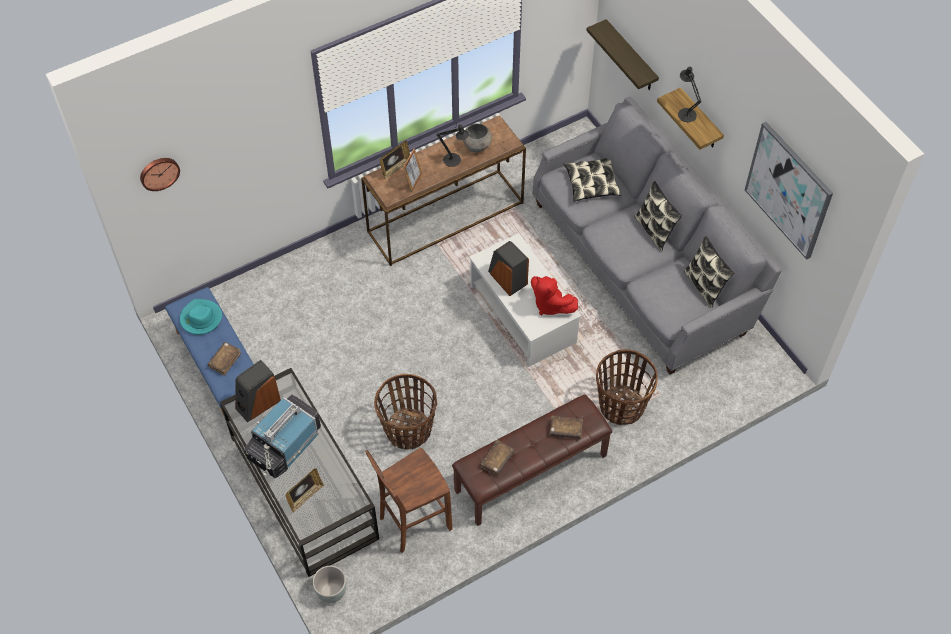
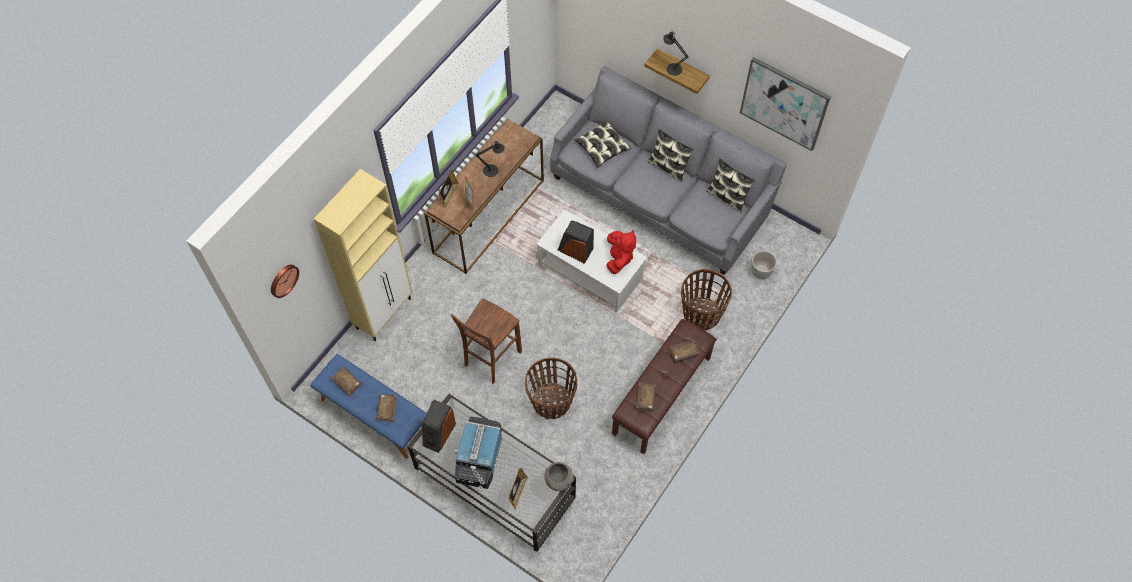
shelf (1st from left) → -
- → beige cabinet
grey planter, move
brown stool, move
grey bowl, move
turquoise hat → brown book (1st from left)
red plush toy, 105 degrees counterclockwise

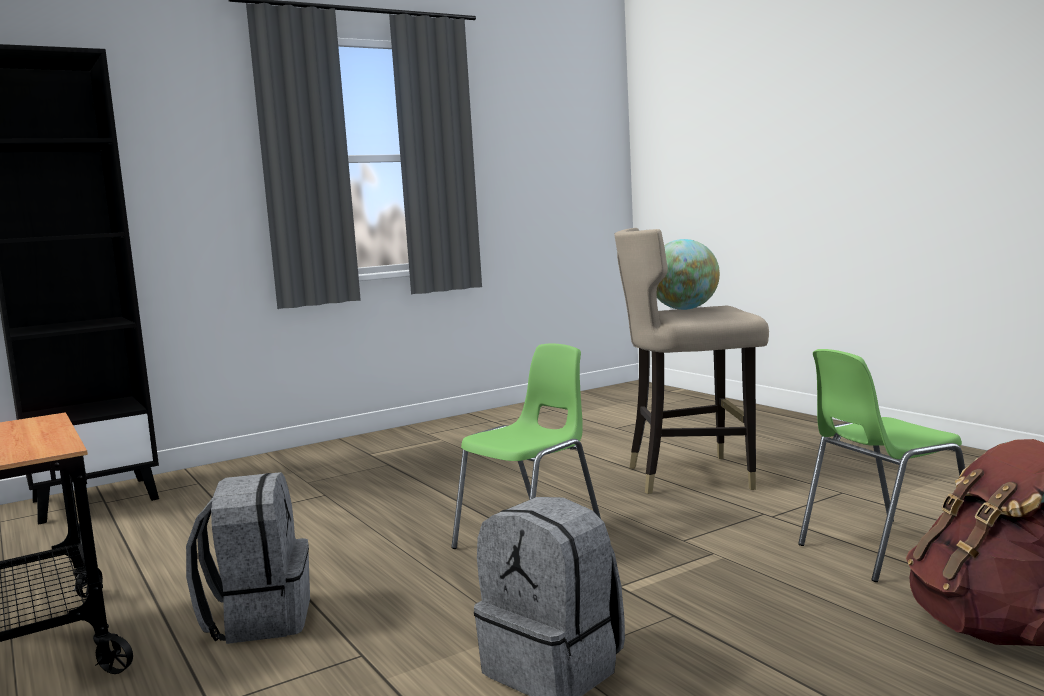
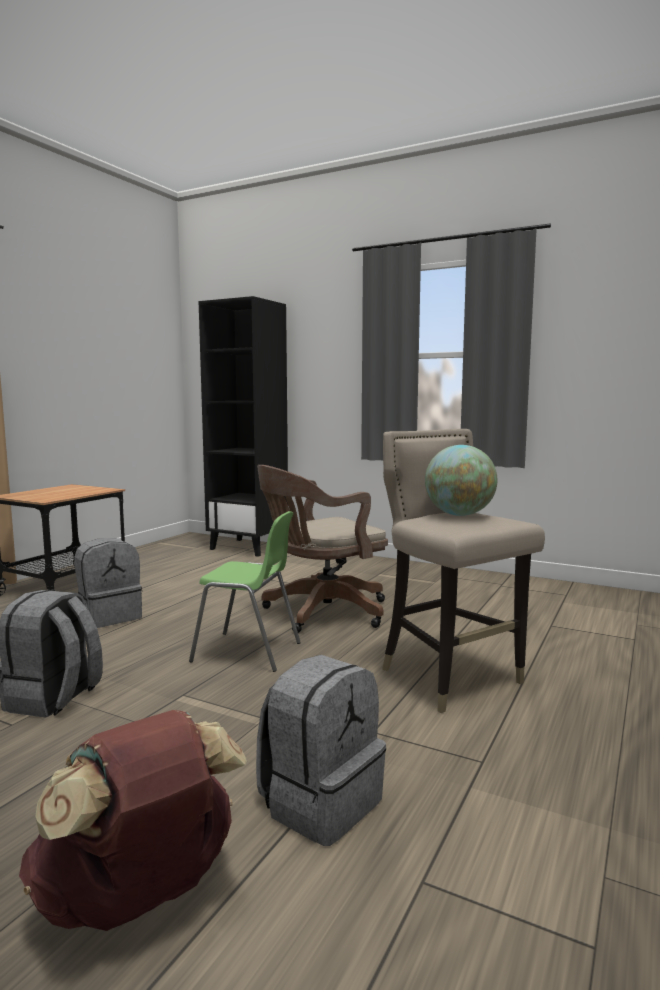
- → brown office chair
green chair (2nd from left) → grey backpack (3rd from left)

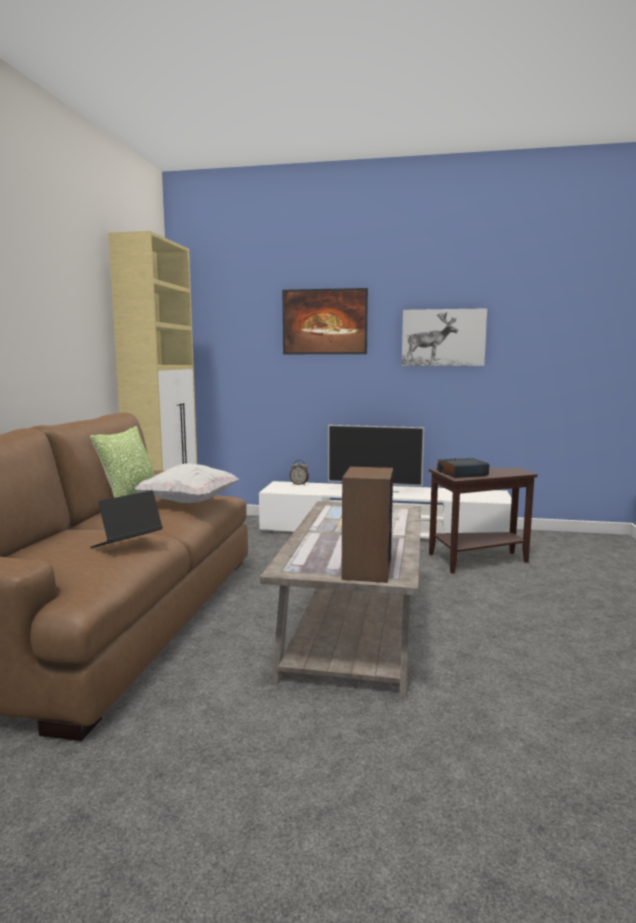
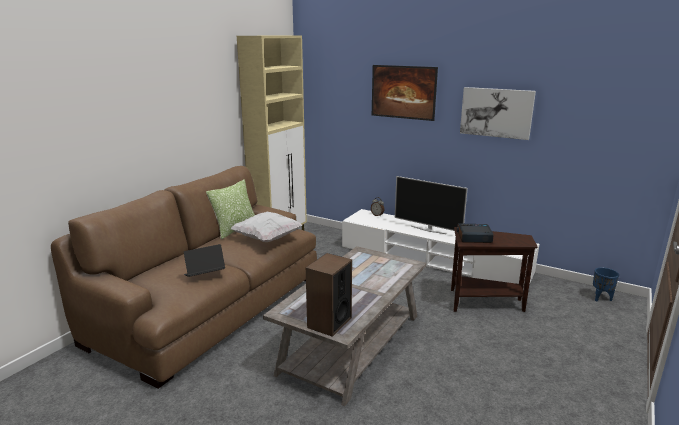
- → blue planter

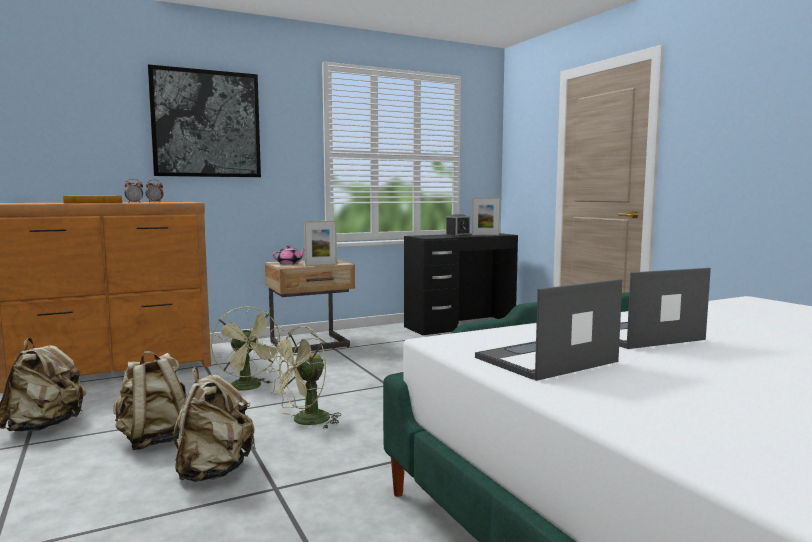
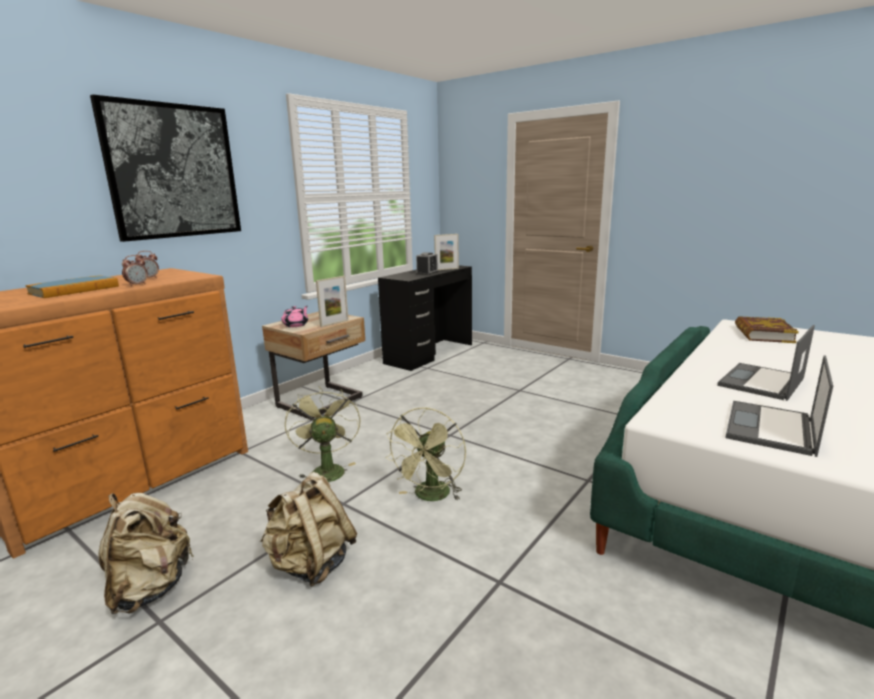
beige backpack (3rd from left) → -
- → book (2nd from left)
green fan (1st from left), 135 degrees counterclockwise

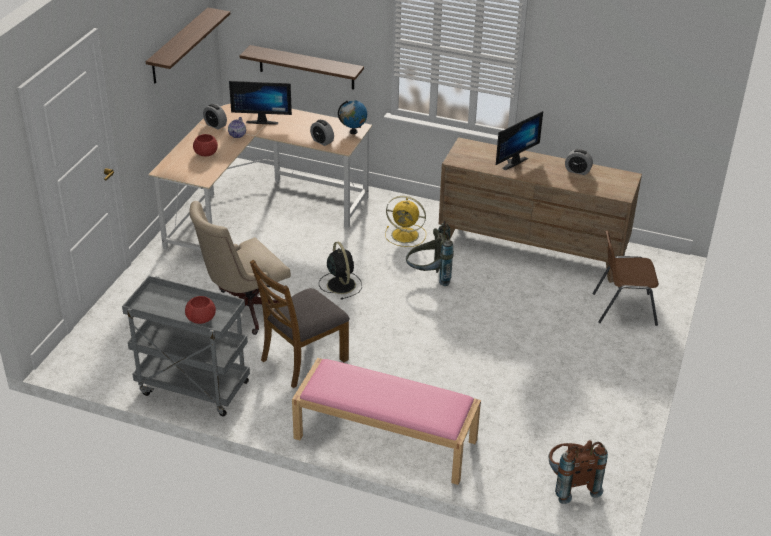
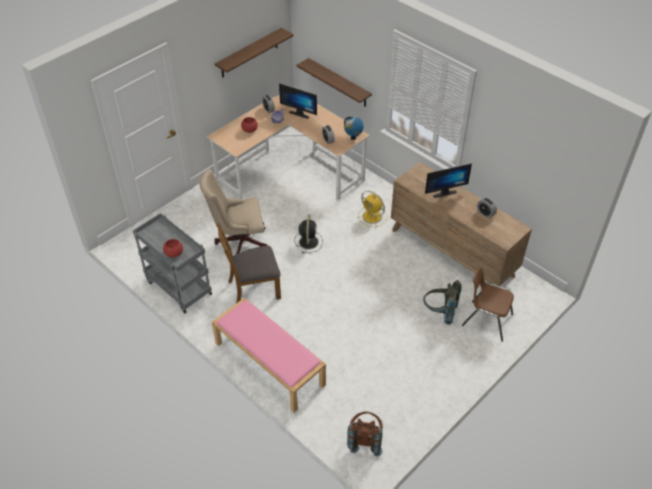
grey backpack, move

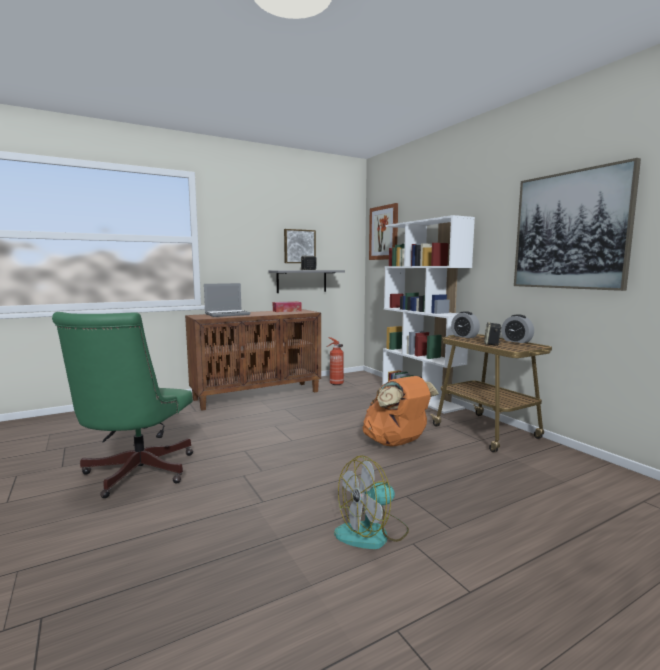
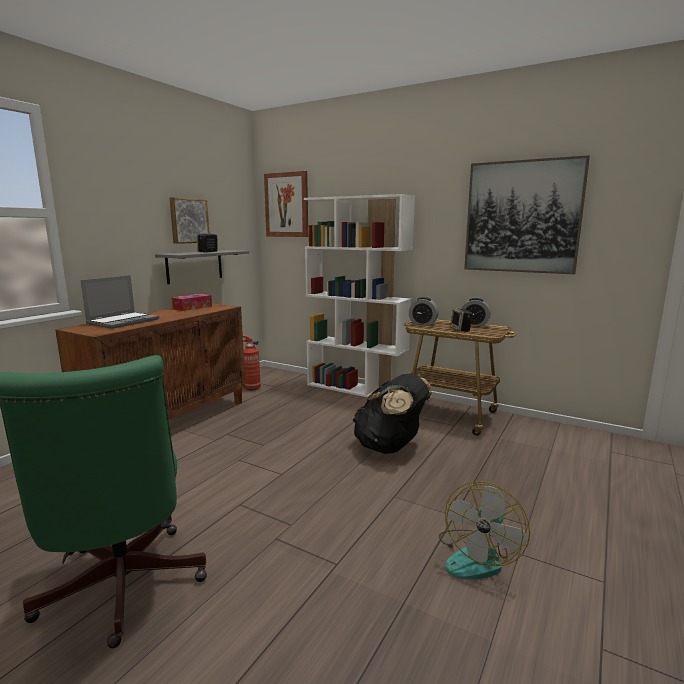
orange backpack → black backpack

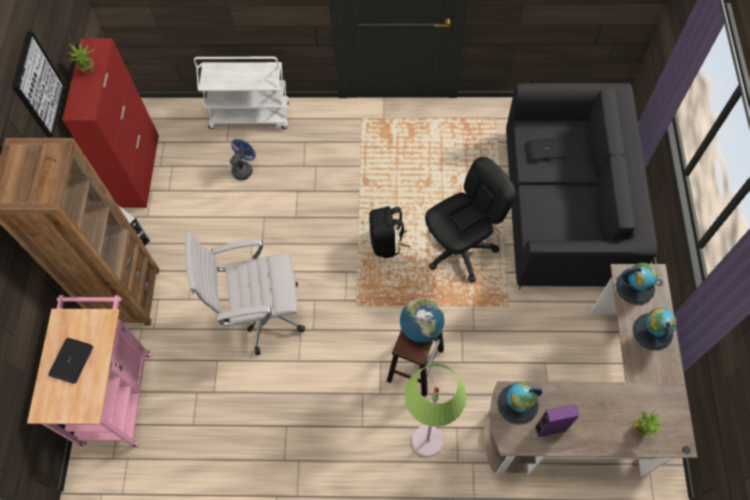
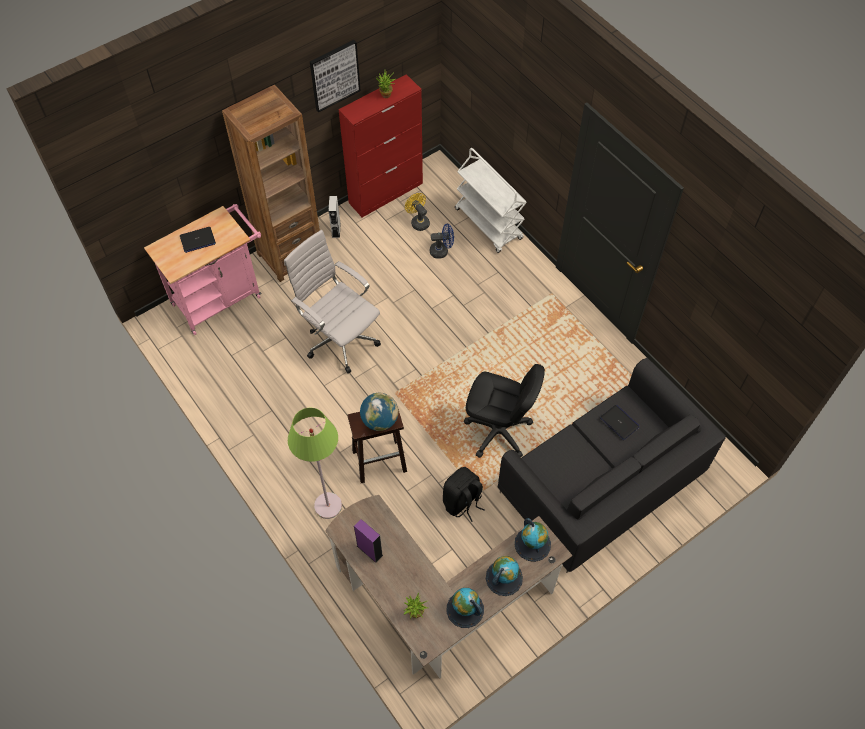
- → yellow fan
black backpack, move
globe (2nd from left), move

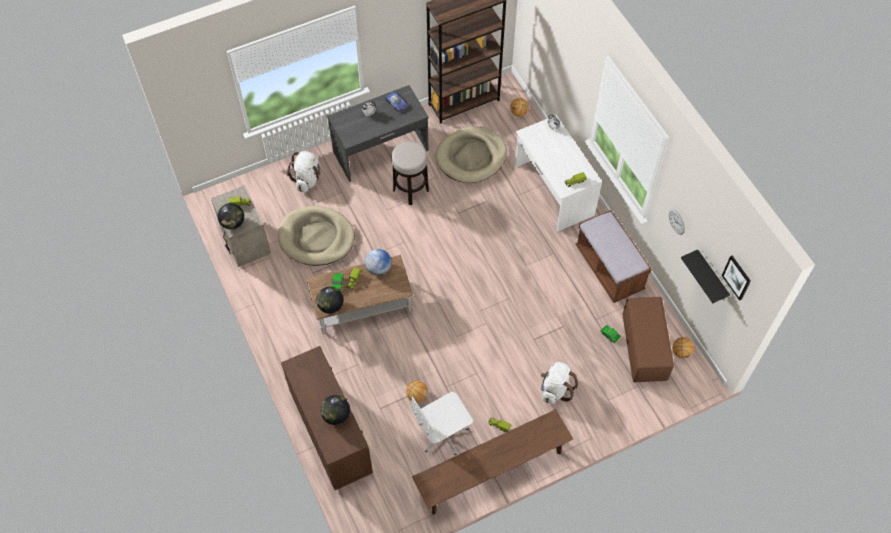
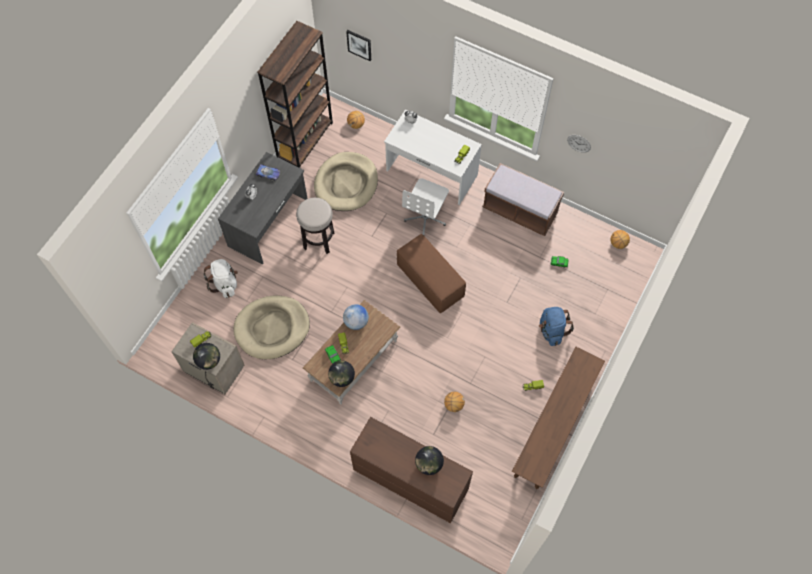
black shelf → -
white office chair, move
brown ottoman, move
picture, move
white backpack (2nd from left) → blue backpack

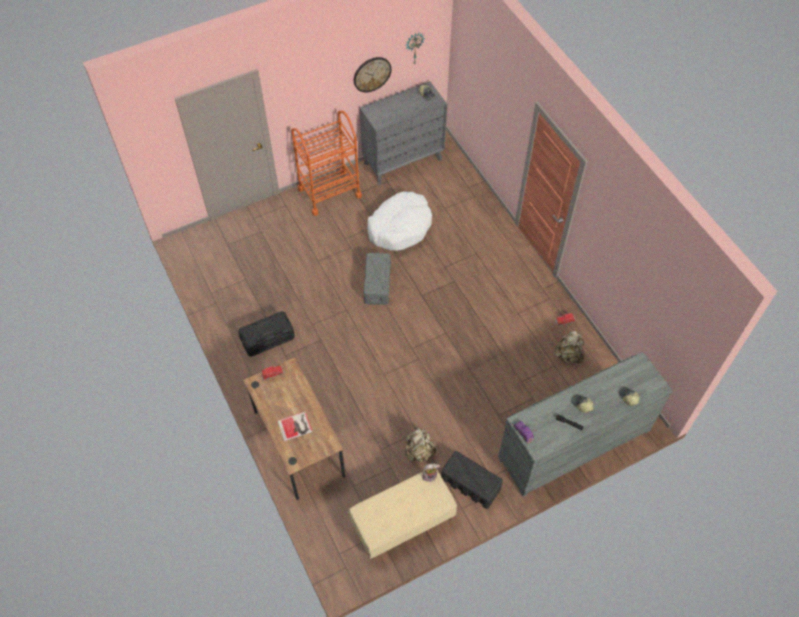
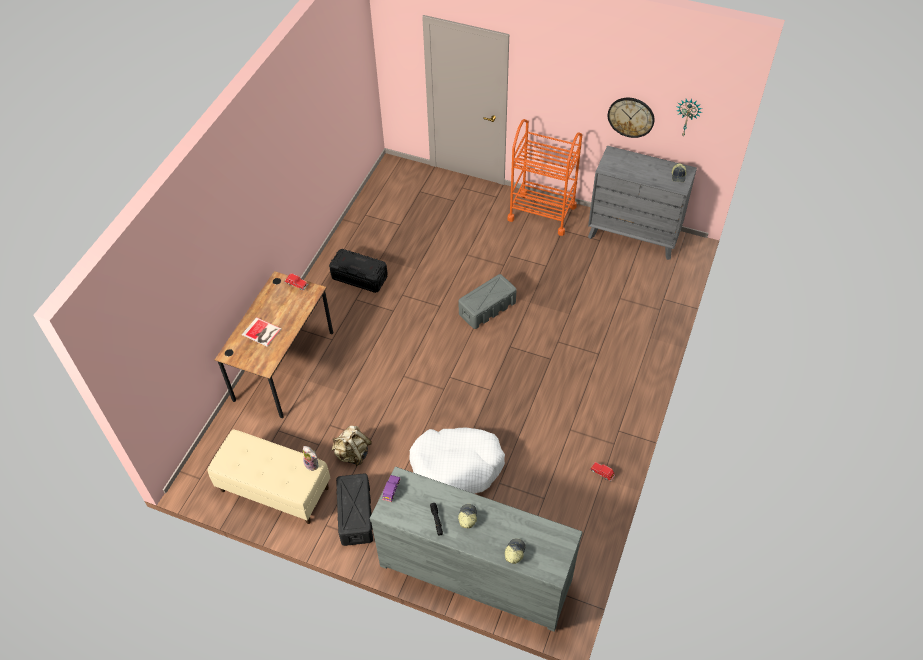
beige backpack (2nd from left) → -
white dog bed, move

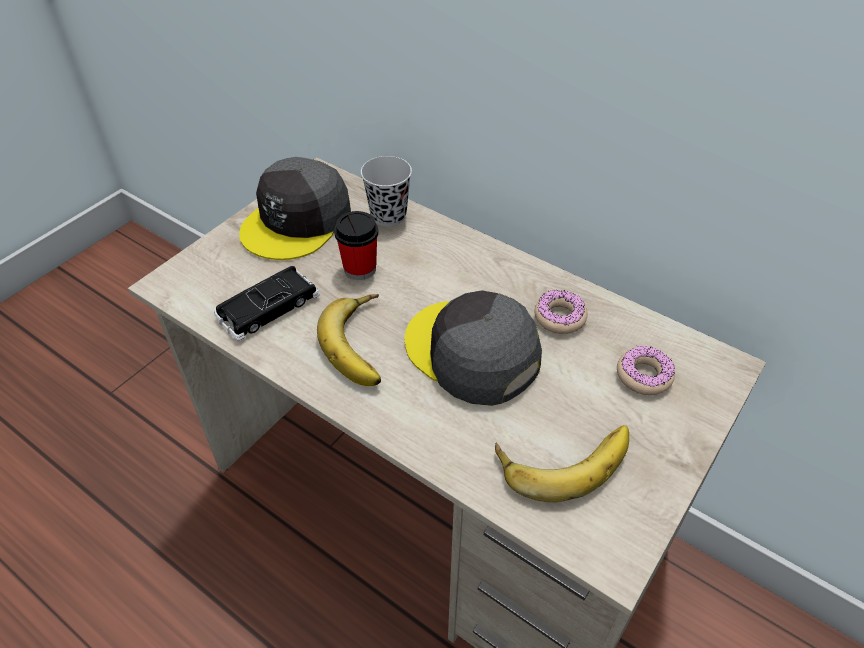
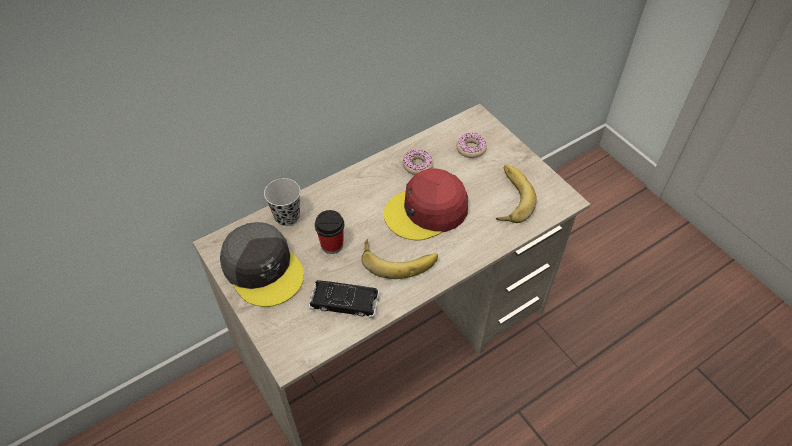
grey cap (2nd from left) → red cap
black toy car, 60 degrees counterclockwise

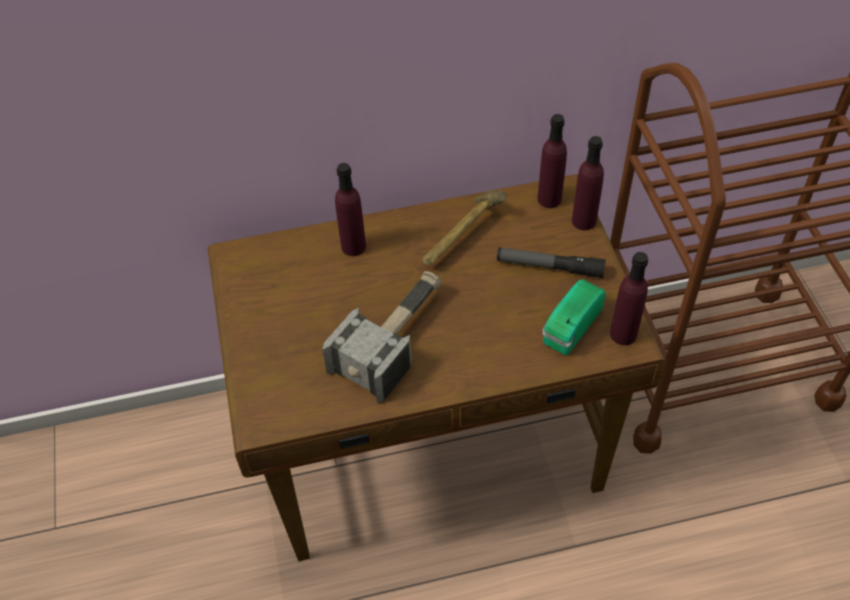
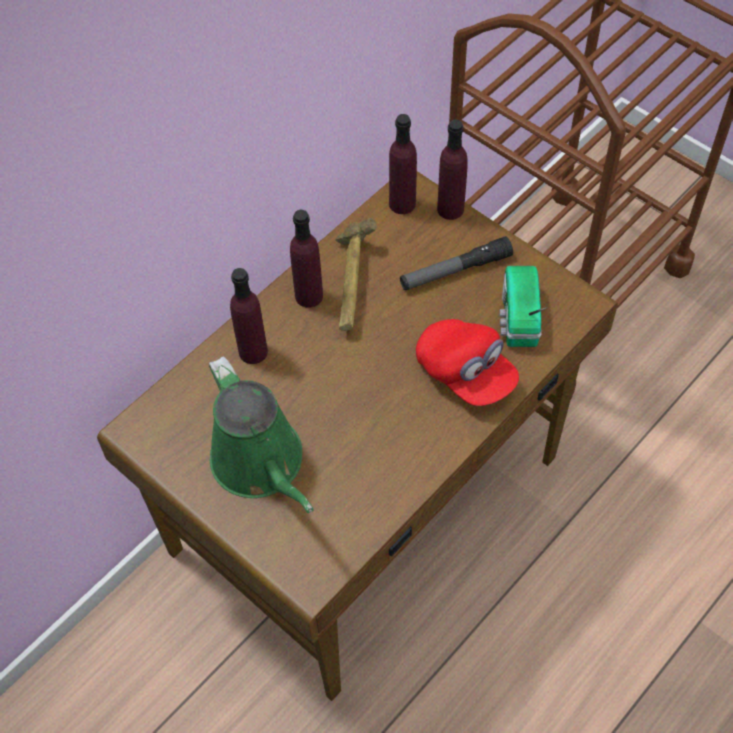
hammer (1st from left) → -
- → green watering can
- → red cap
purple bottle (4th from left in the first image) → purple bottle (2nd from left), move

